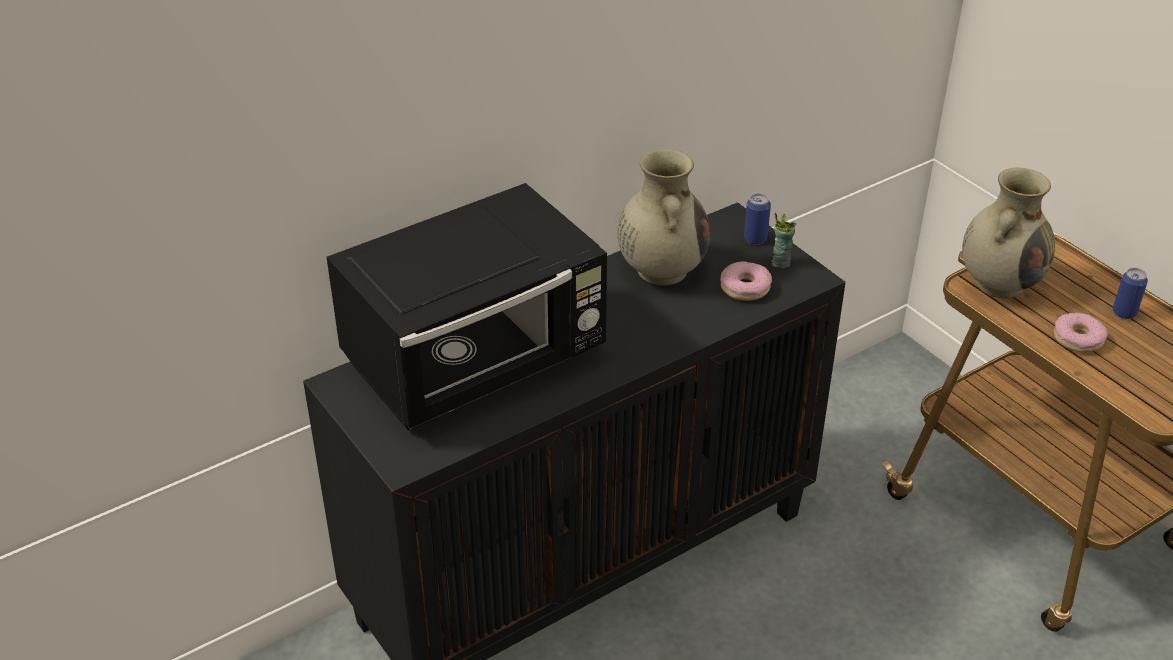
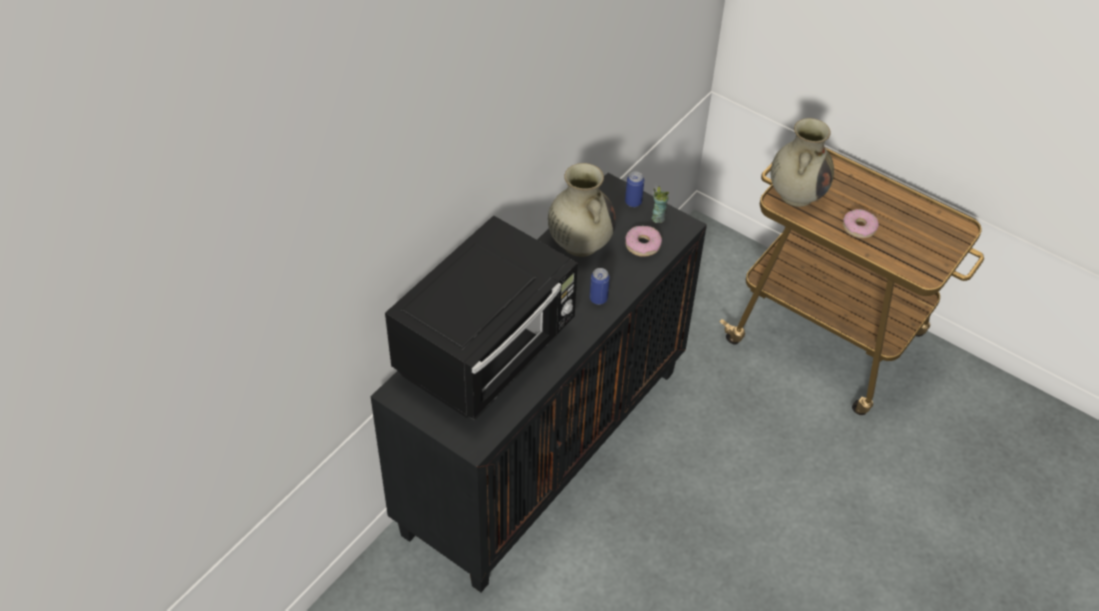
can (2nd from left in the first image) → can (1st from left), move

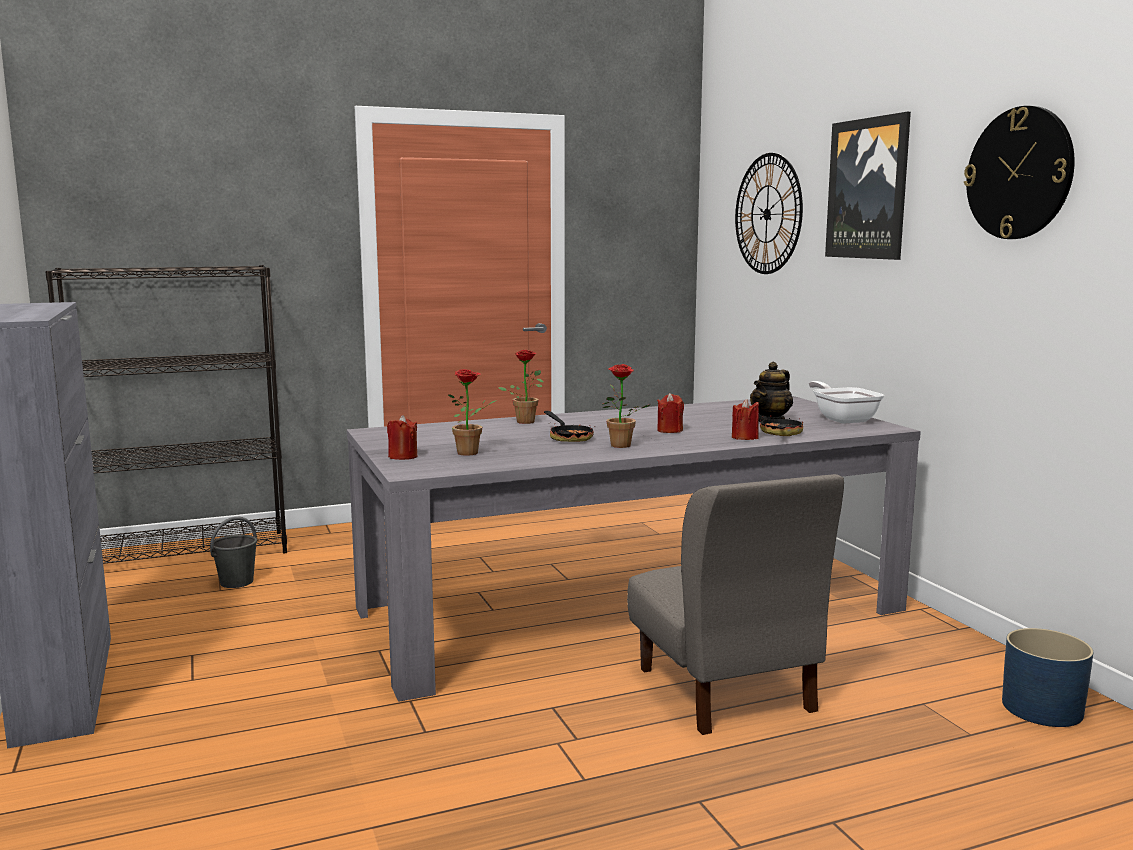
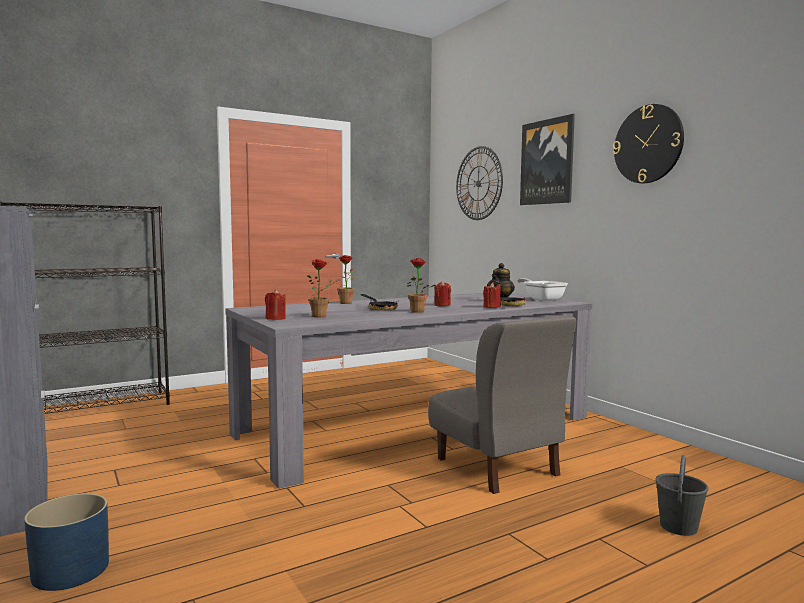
grey bucket, move
blue planter, move

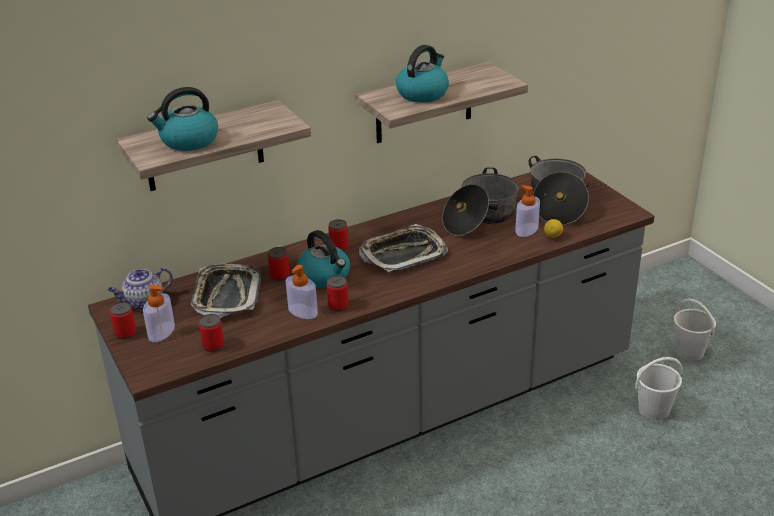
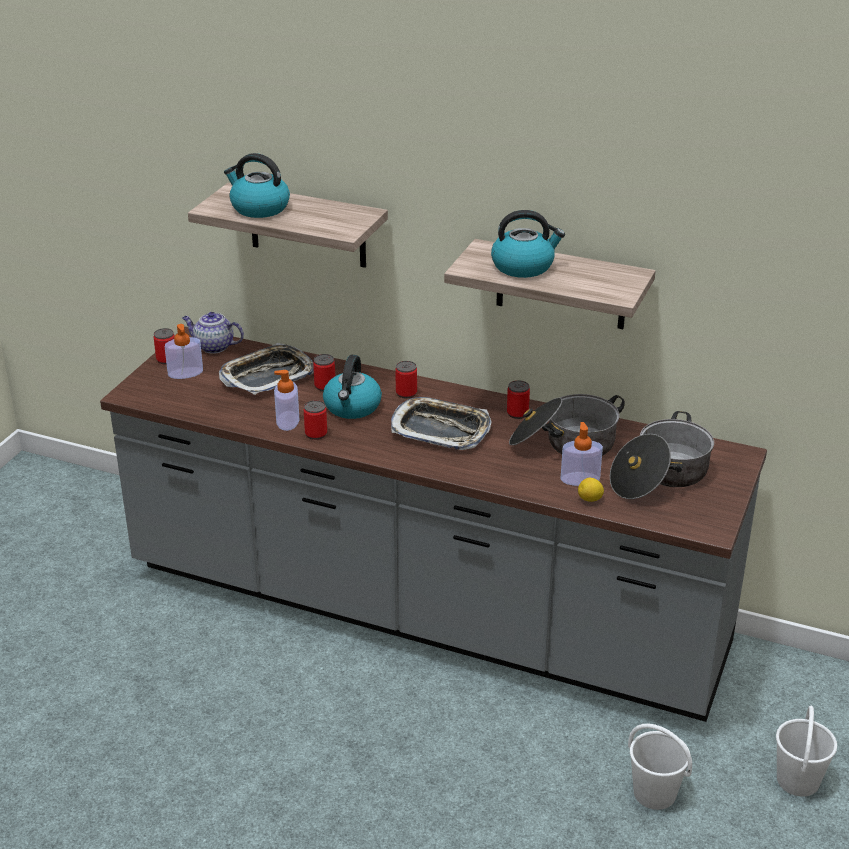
can (2nd from left in the first image) → can (5th from left), move

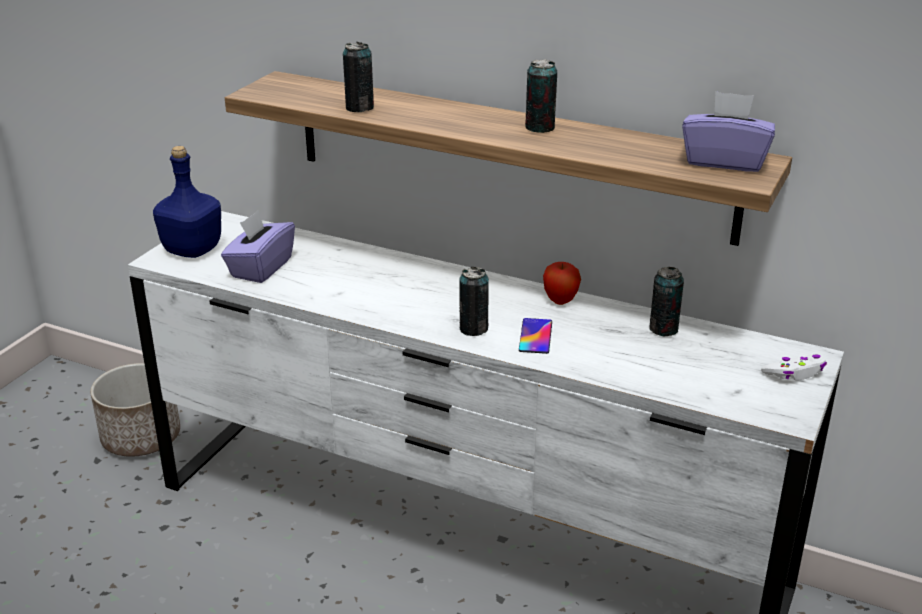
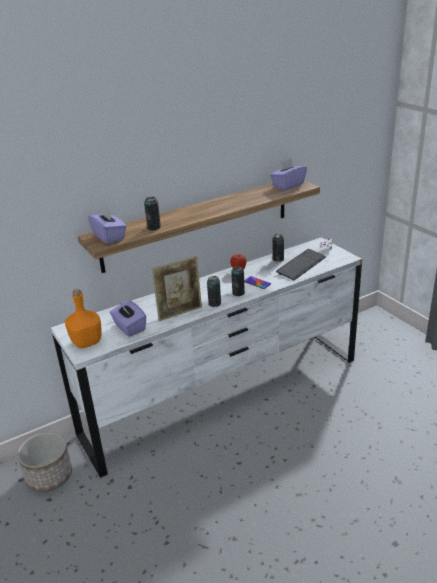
- → purple tissue box (1st from left)
- → picture frame
- → keyboard
can (3rd from left in the first image) → can (2nd from left), move
blue bottle → orange bottle

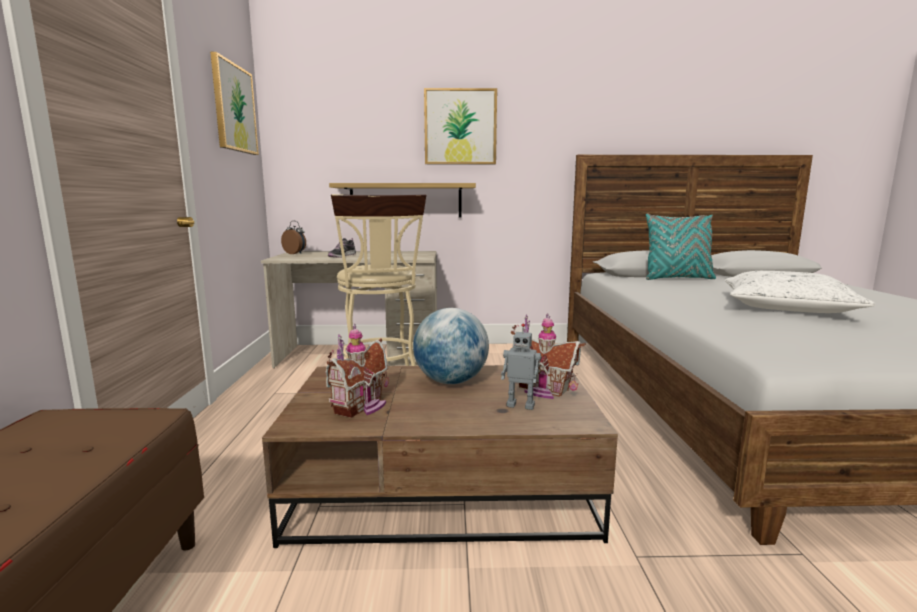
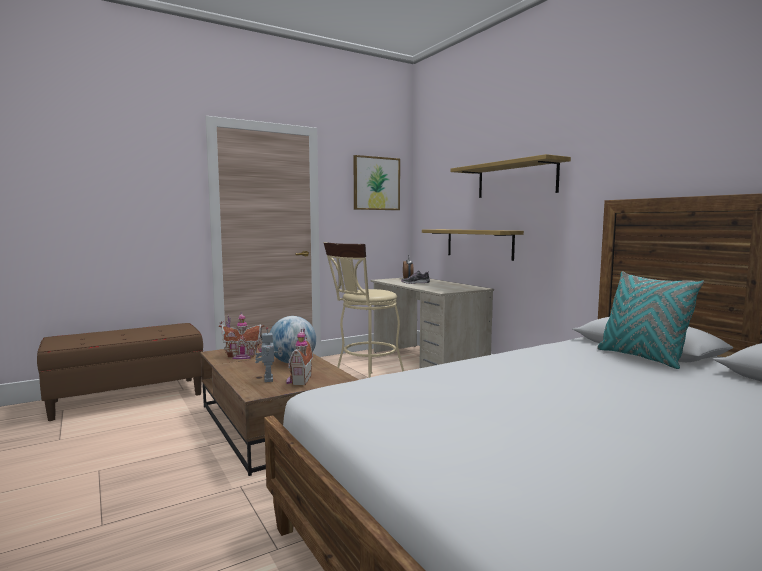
white pillow → -
picture (2nd from left) → shelf (2nd from left)

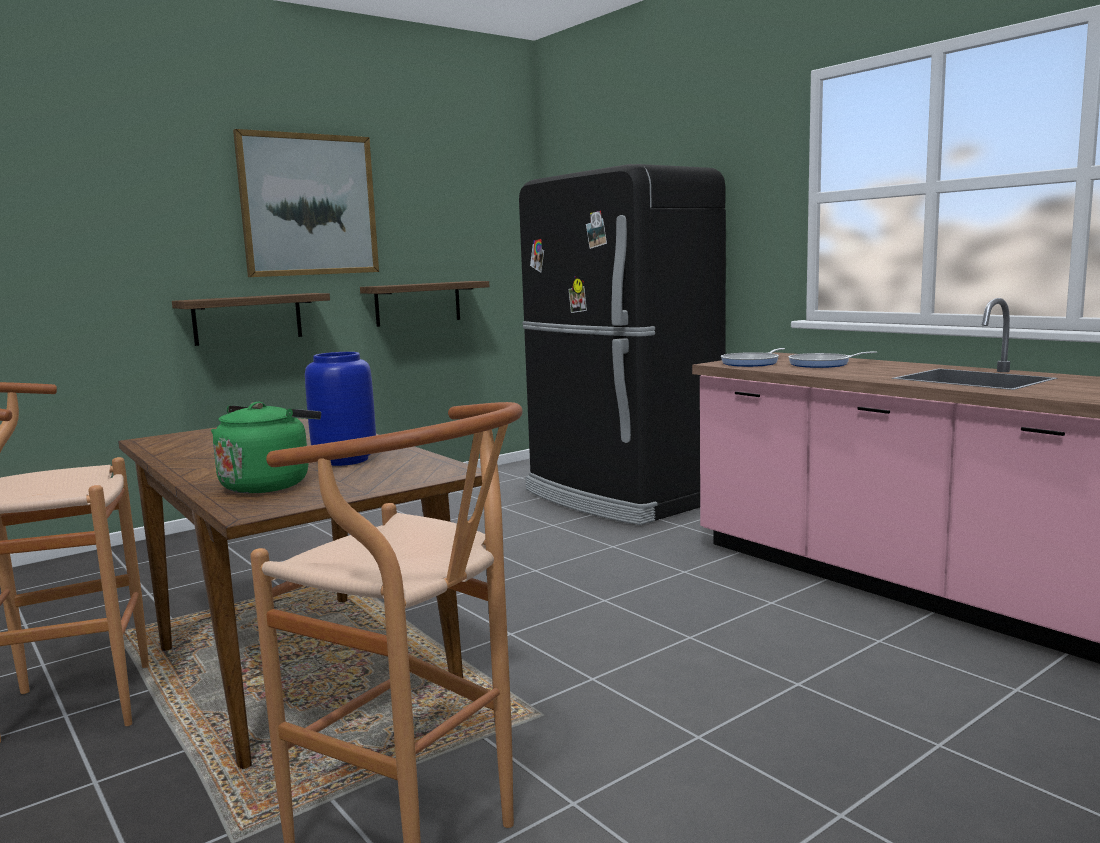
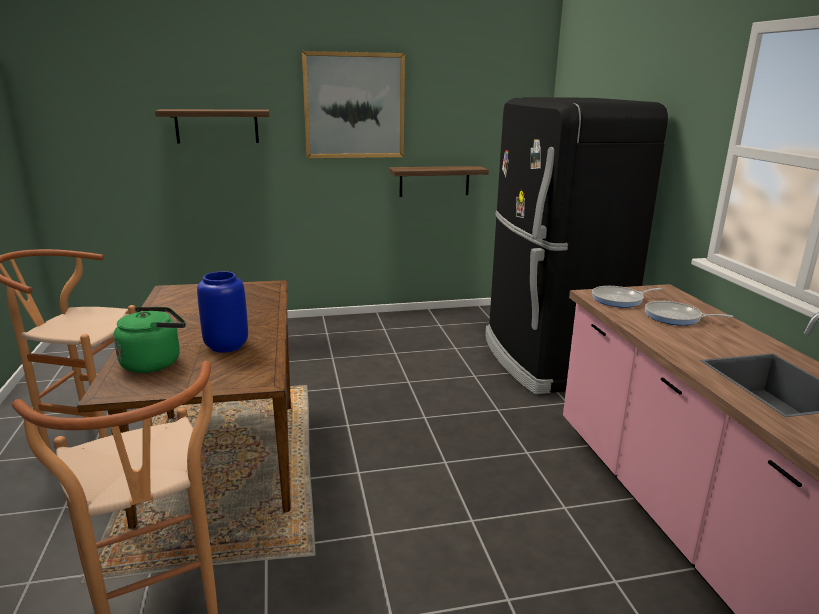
shelf (1st from left), move

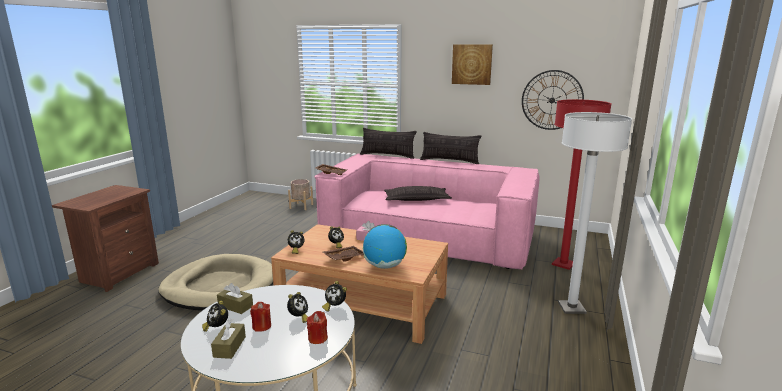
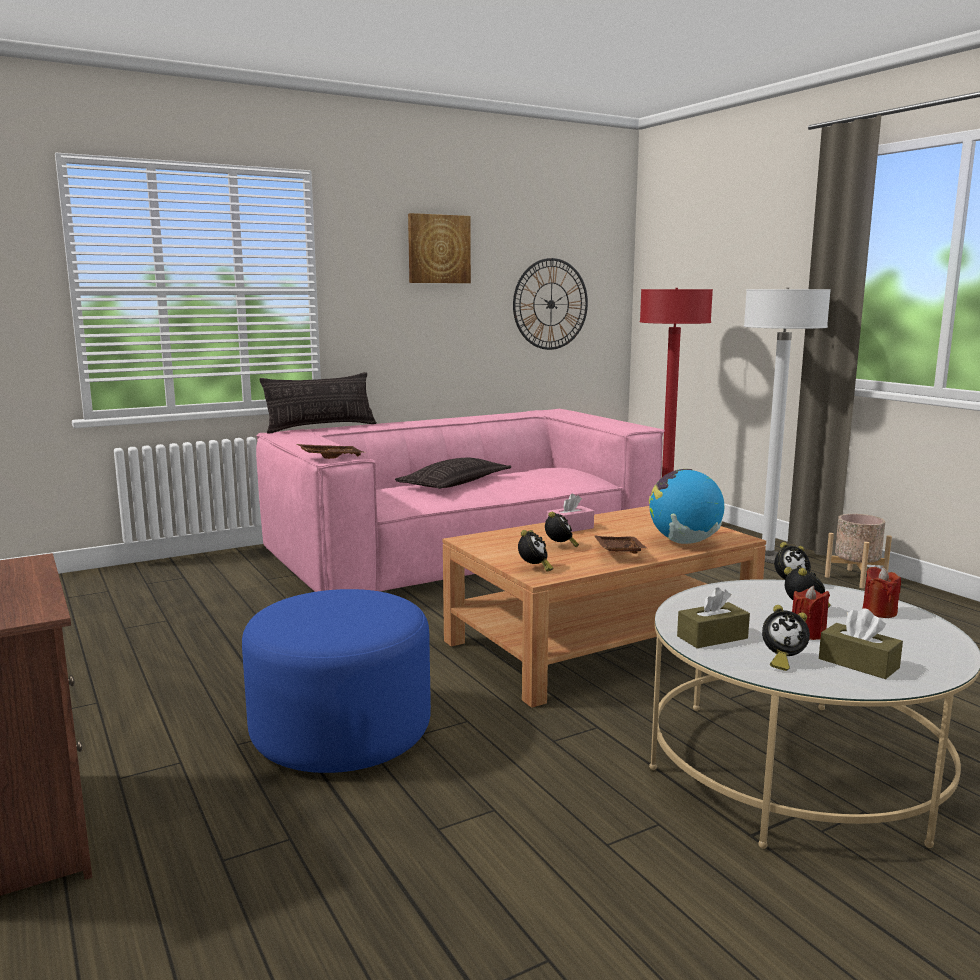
pillow (3rd from left) → -
beige planter, move
beige dog bed → blue ottoman

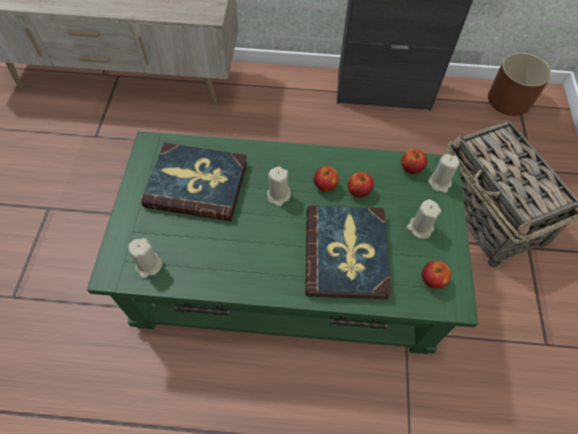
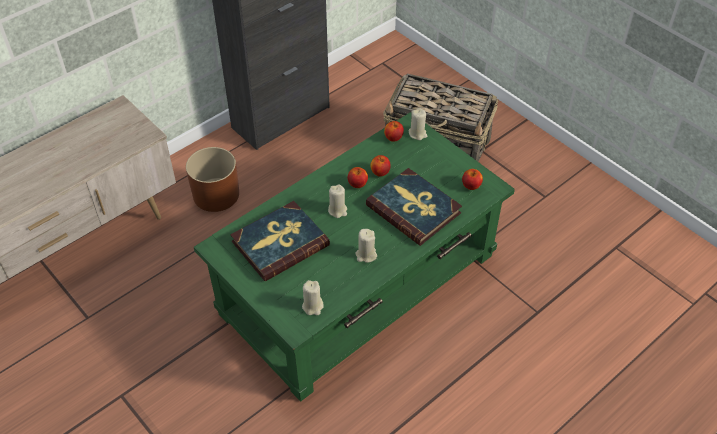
beige candle (3rd from left), move
brown planter, move

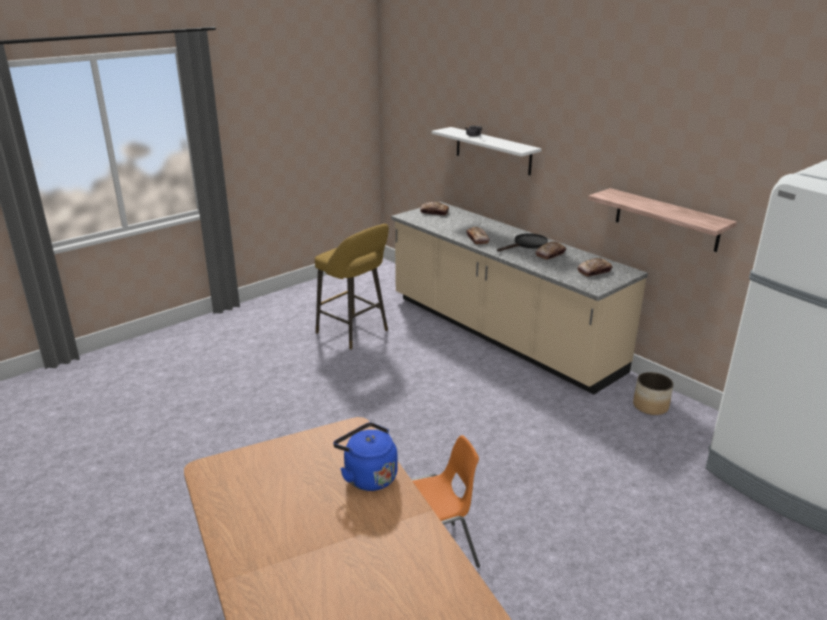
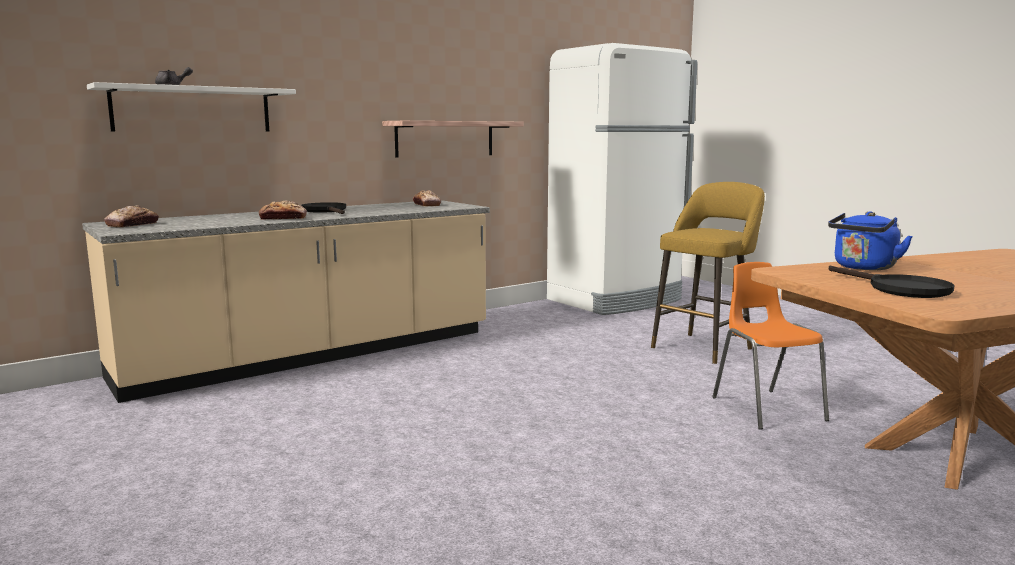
bread (3rd from left) → -
planter → -
- → black frying pan (2nd from left)
yellow stool, move

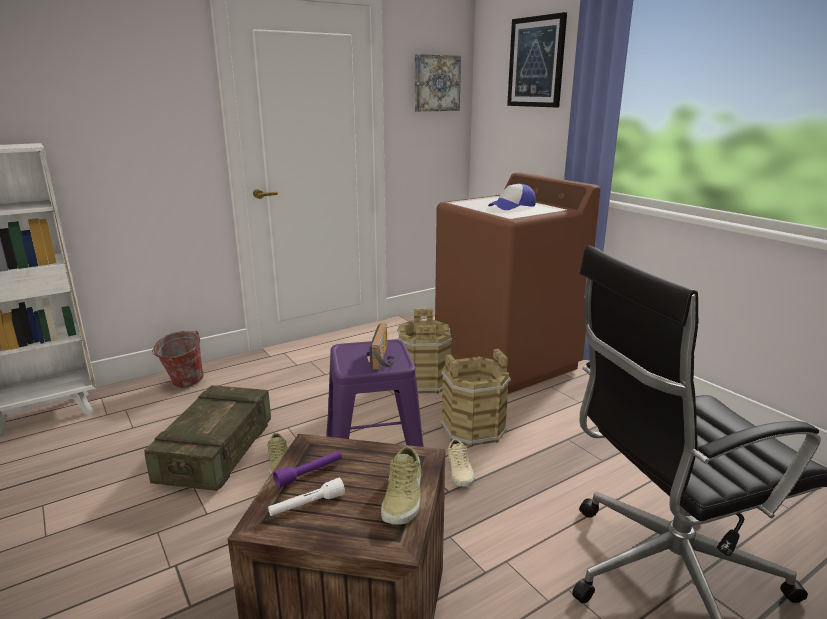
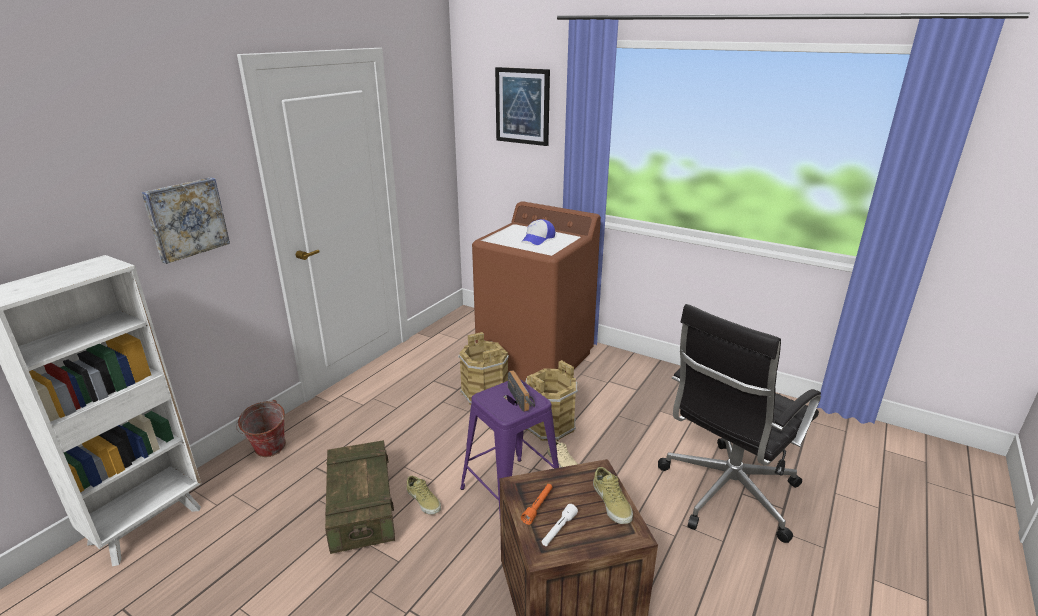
picture (1st from left), move
purple flashlight → orange flashlight

